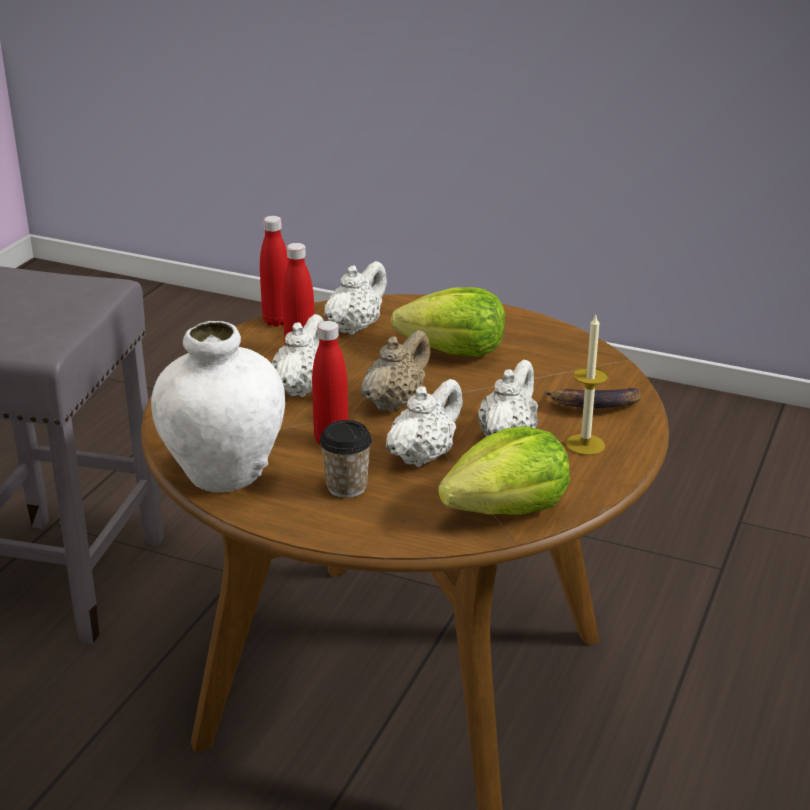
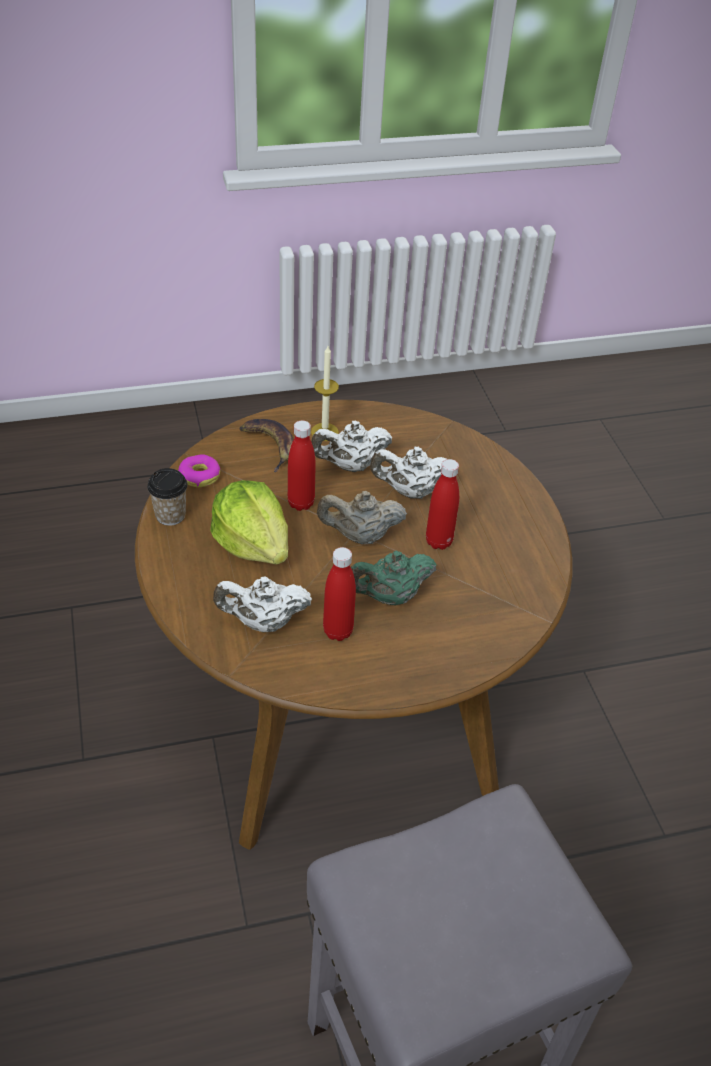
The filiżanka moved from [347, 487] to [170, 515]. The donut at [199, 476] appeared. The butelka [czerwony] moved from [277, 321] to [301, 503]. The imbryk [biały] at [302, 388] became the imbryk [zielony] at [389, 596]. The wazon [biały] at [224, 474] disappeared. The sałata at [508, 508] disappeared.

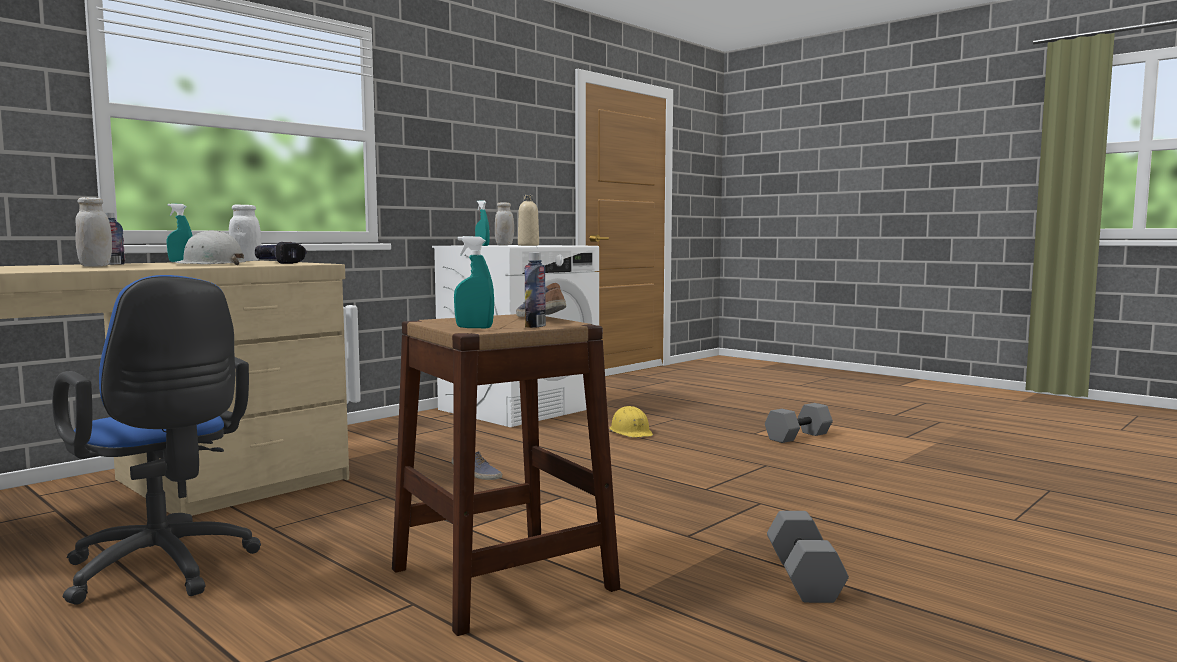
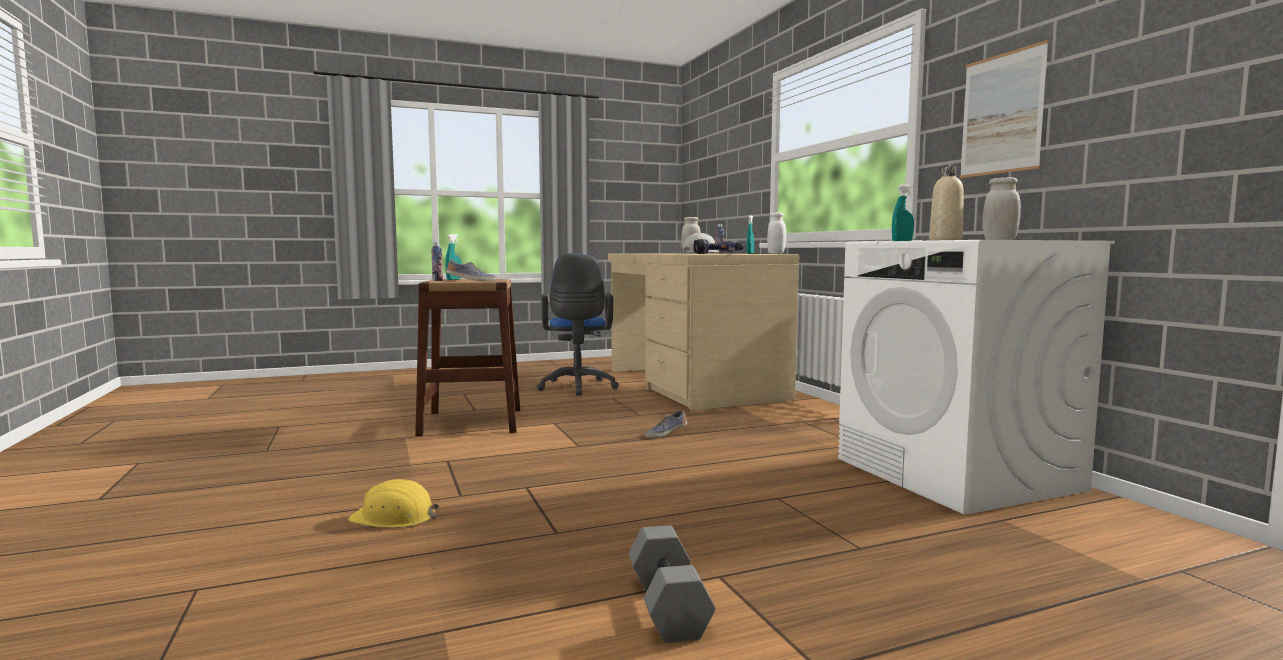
The kask [żółty] moved from [631, 432] to [394, 517]. The krzesło biurowe [niebieski] at [164, 571] turned 75 degrees counterclockwise. The obraz at [1001, 114] appeared. The hantel [szary] at [802, 577] disappeared.

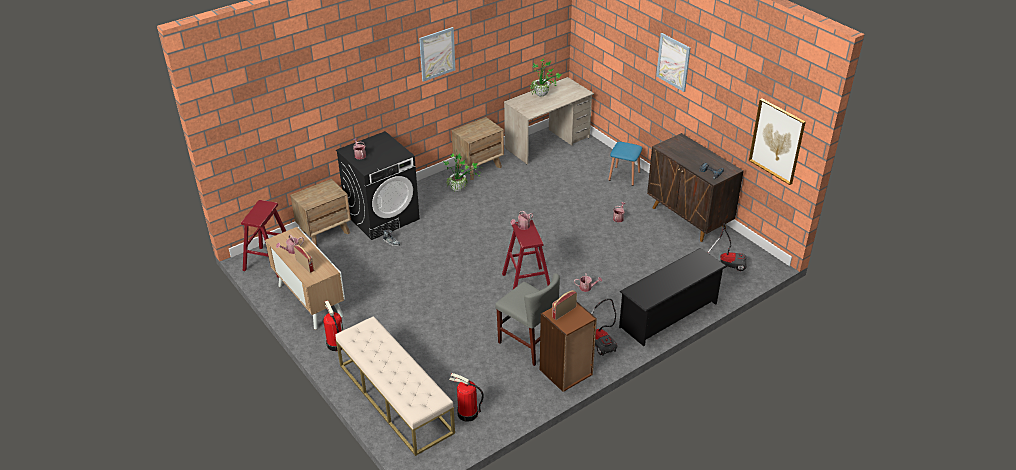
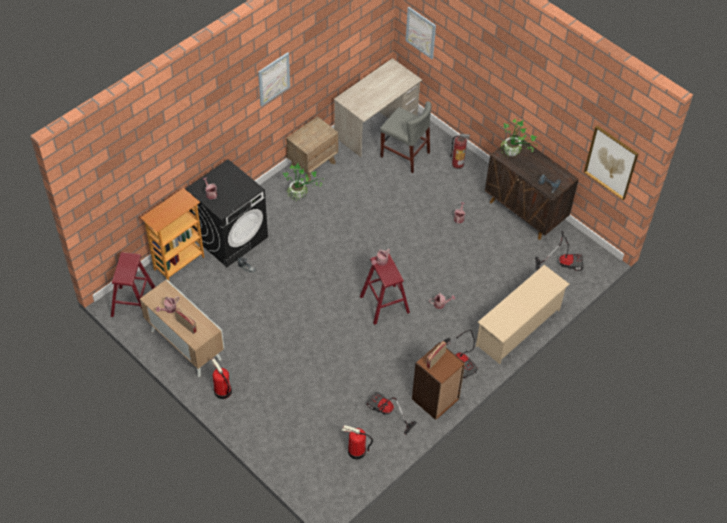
The szafka nocna [brązowy] at [325, 233] was replaced by the regał at [178, 263]. The odkurzacz at [385, 413] appeared. The krzesło [szary] moved from [529, 343] to [405, 154]. The obraz moved from [673, 62] to [421, 32]. The stołek [niebieski] at [624, 176] was replaced by the gaśnica at [458, 164]. The regał na buty [czarny] at [669, 315] became the regał na buty [beżowy] at [518, 327]. The roślina doniczkowa moved from [543, 95] to [514, 154]. The ławka [beżowy] at [395, 398] disappeared.

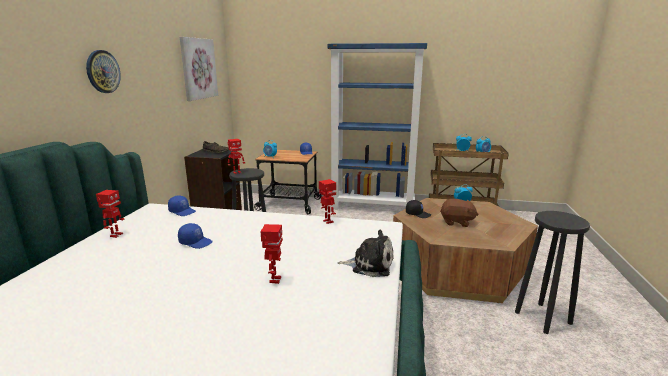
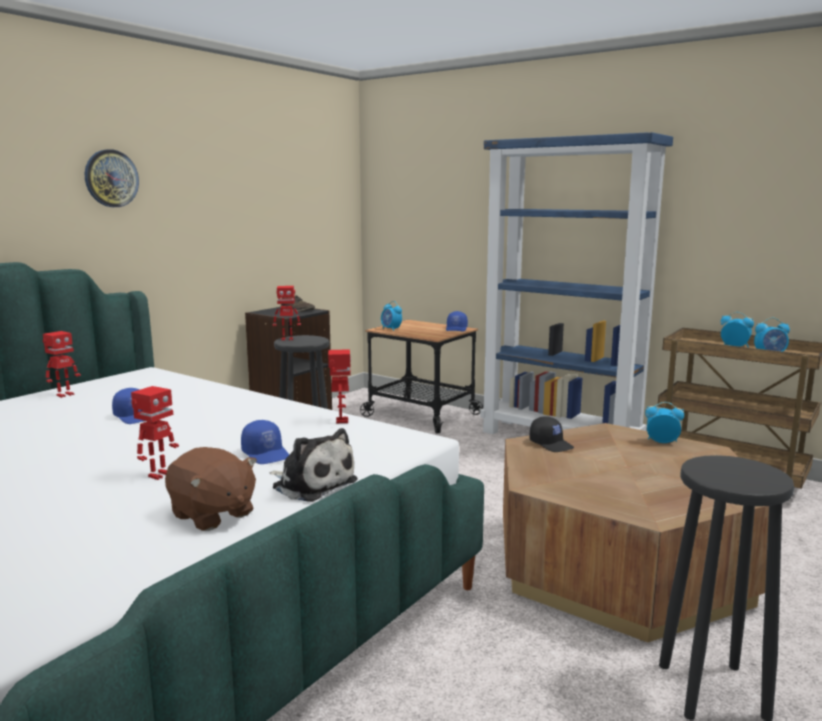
The pluszak [brązowy] moved from [457, 222] to [212, 515]. The czapka z daszkiem [niebieski] moved from [182, 211] to [266, 454]. The obraz at [198, 68] disappeared.

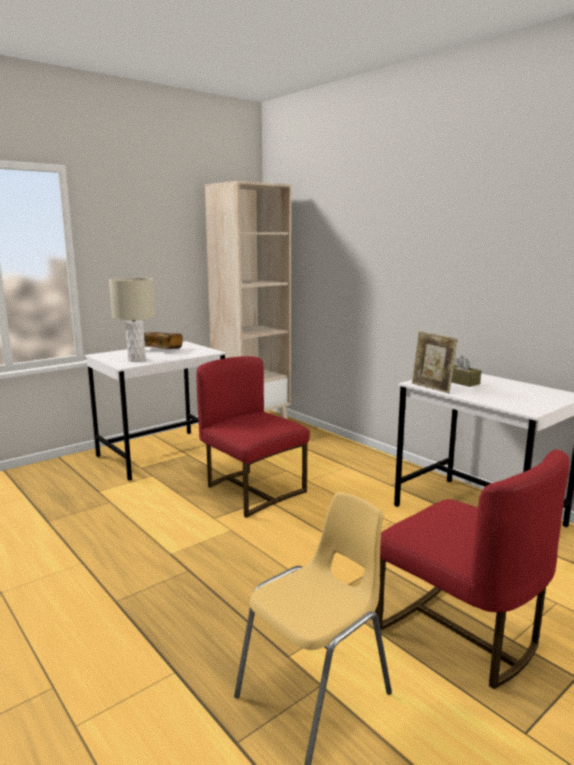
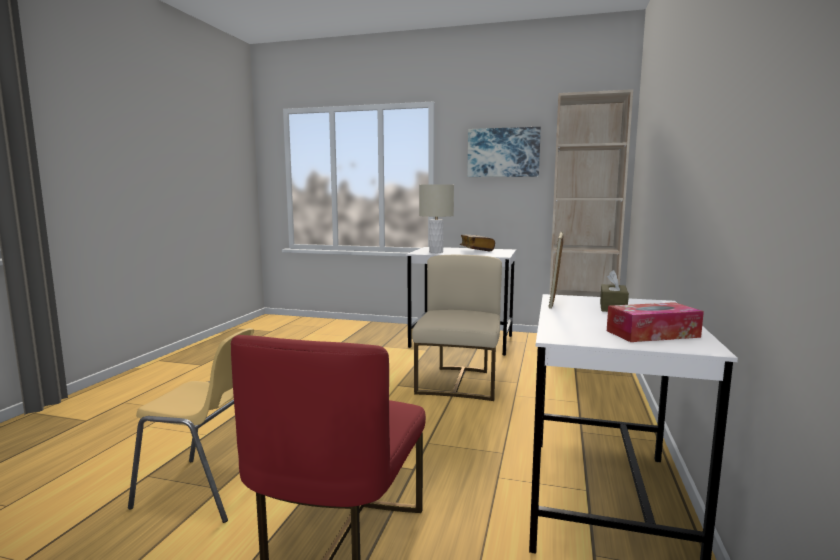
The krzesło [czerwony] at [252, 490] became the krzesło [beżowy] at [459, 382]. The obraz at [503, 152] appeared. The pudełko chusteczek at [652, 334] appeared.

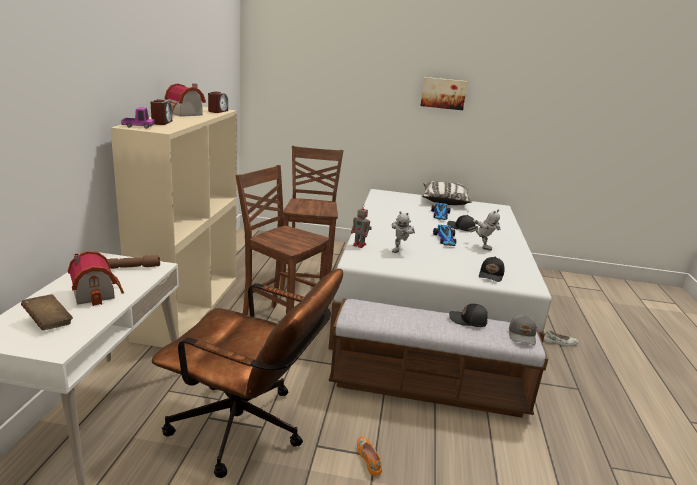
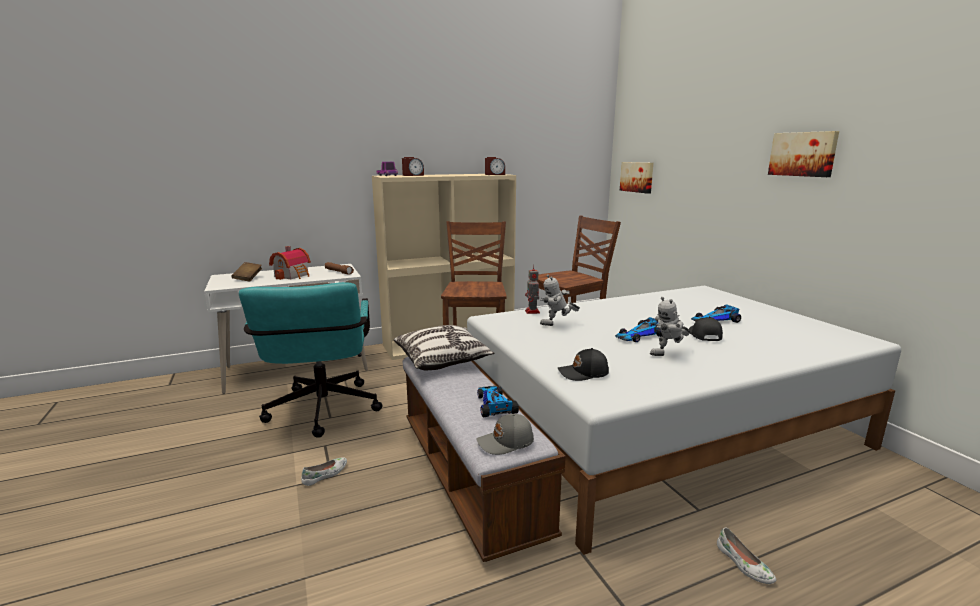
The krzesło biurowe [brązowy] at [248, 430] became the krzesło biurowe [turkusowy] at [322, 414]. The but [pomarańczowy] at [369, 458] became the but [biały] at [325, 474]. The poduszka moved from [444, 201] to [443, 360]. The czapka z daszkiem [czarny] at [468, 320] was replaced by the samochodzik at [493, 405]. The obraz at [637, 177] appeared. The robot zabawkowy at [481, 246] turned 45 degrees clockwise. The domek at [184, 114] disappeared.

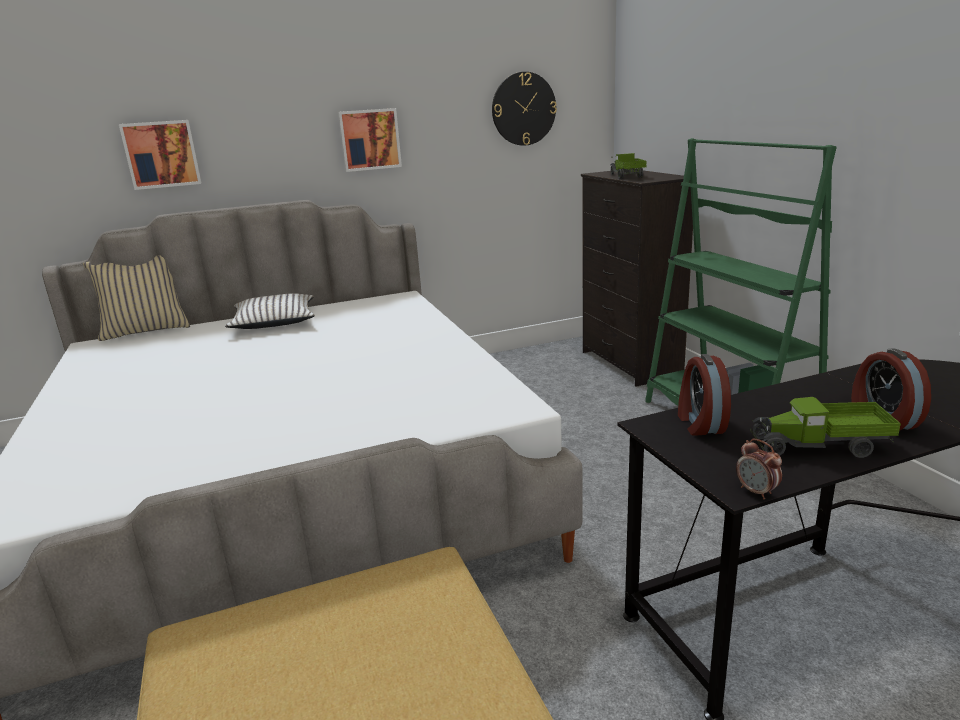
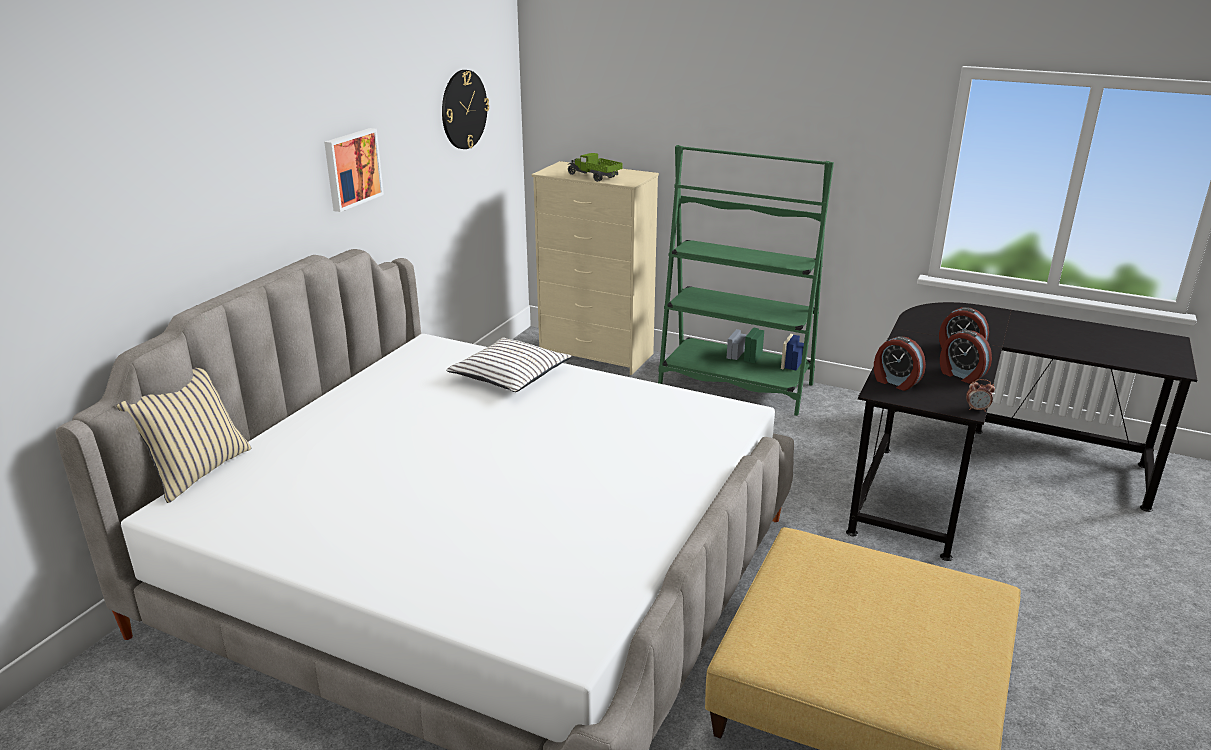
The poduszka [biały] moved from [274, 322] to [510, 375]. The komoda [czarny] at [630, 364] became the komoda [beżowy] at [597, 355]. The ciężarówka zabawkowa at [820, 446] was replaced by the budzik at [961, 375]. The obraz at [161, 154] disappeared.

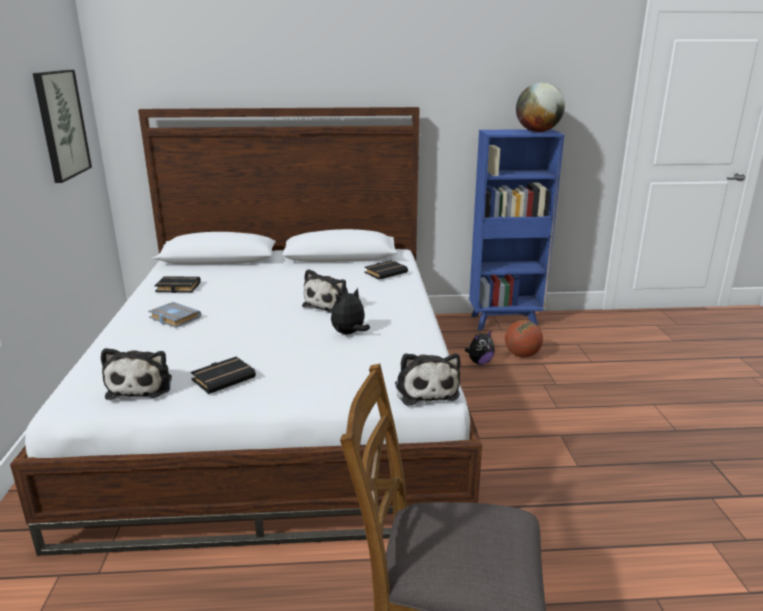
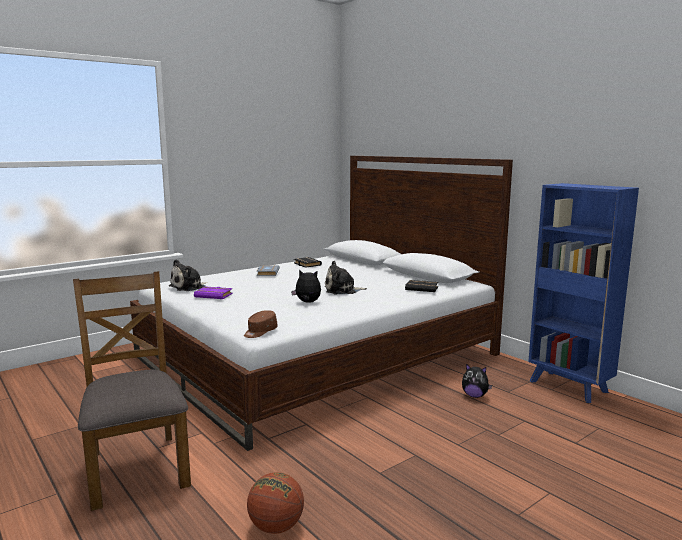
The książka [czarny] at [224, 378] became the książka [fioletowy] at [214, 295]. The pluszak at [425, 390] was replaced by the czapka z daszkiem [brązowy] at [260, 332]. The piłka do koszykówki moved from [522, 355] to [276, 527]. The obraz at [61, 124] disappeared. The globus at [538, 131] disappeared.

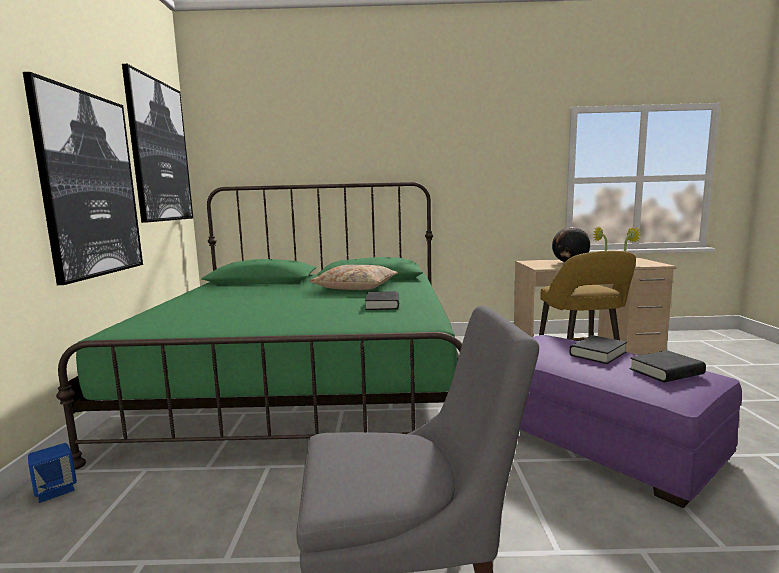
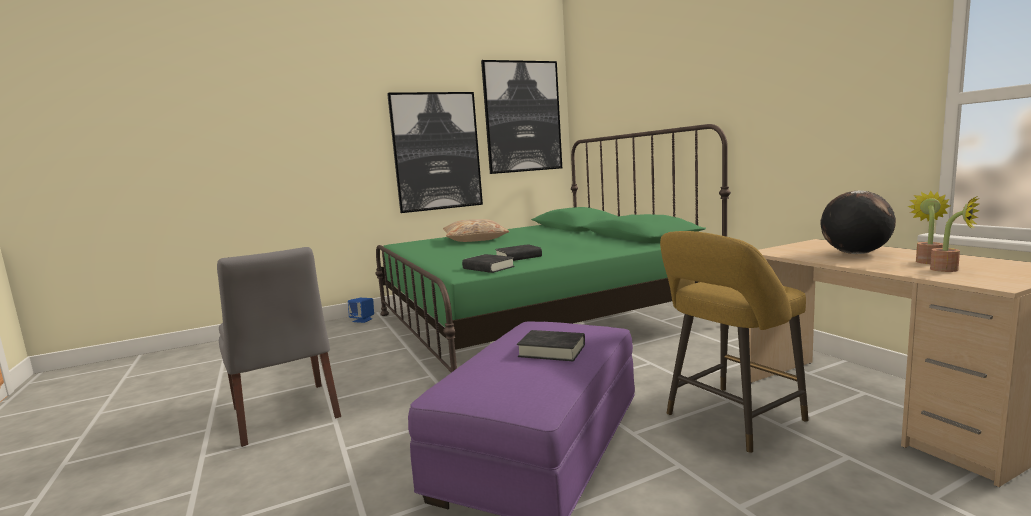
The poduszka [beżowy] moved from [356, 287] to [475, 239]. The książka [czarny] moved from [666, 372] to [488, 268].

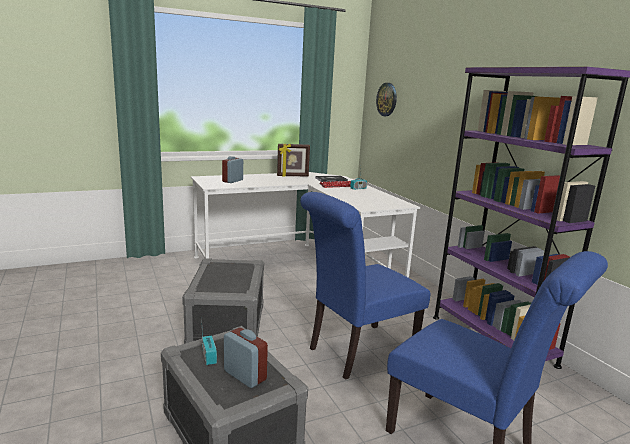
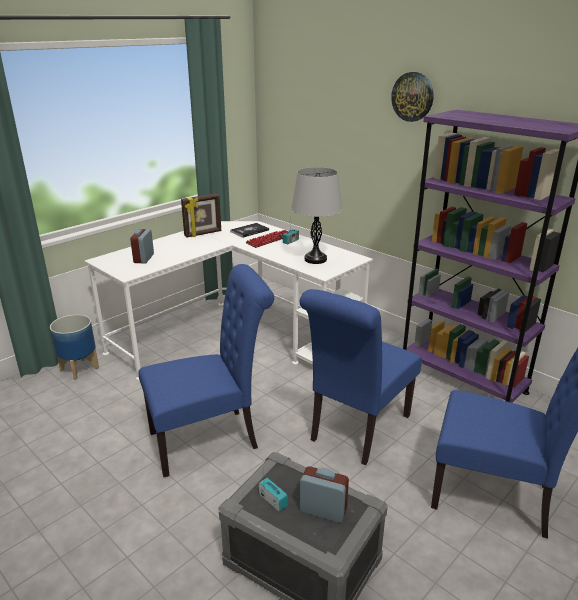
The donica at [79, 369] appeared. The pojemnik do przechowywania [szary] at [228, 326] was replaced by the krzesło [niebieski] at [210, 439]. The lampa stołowa [szary] at [315, 259] appeared. The zegar ścienny moved from [387, 99] to [412, 97].

